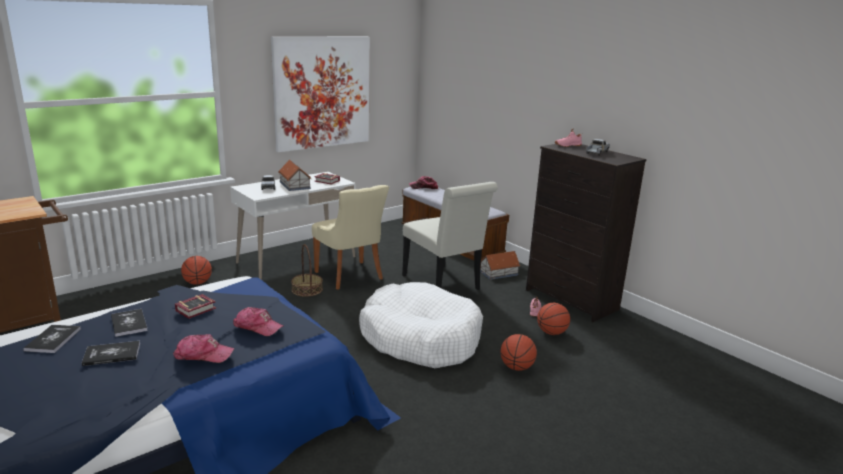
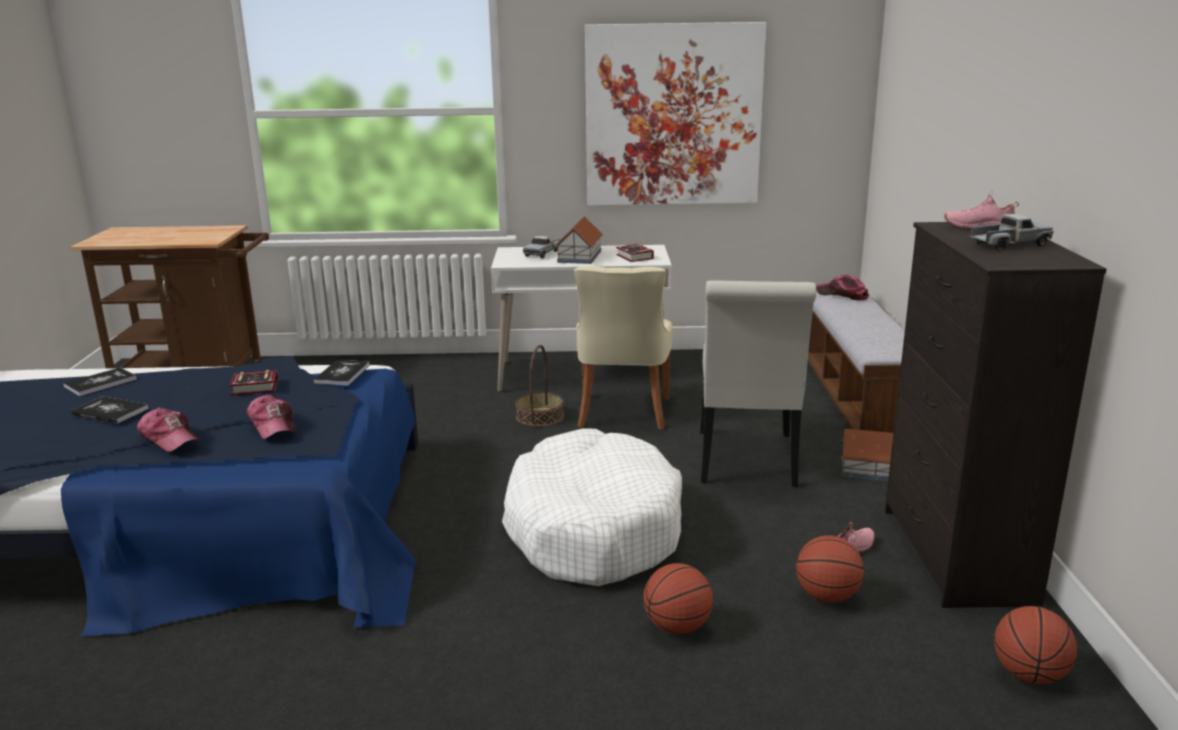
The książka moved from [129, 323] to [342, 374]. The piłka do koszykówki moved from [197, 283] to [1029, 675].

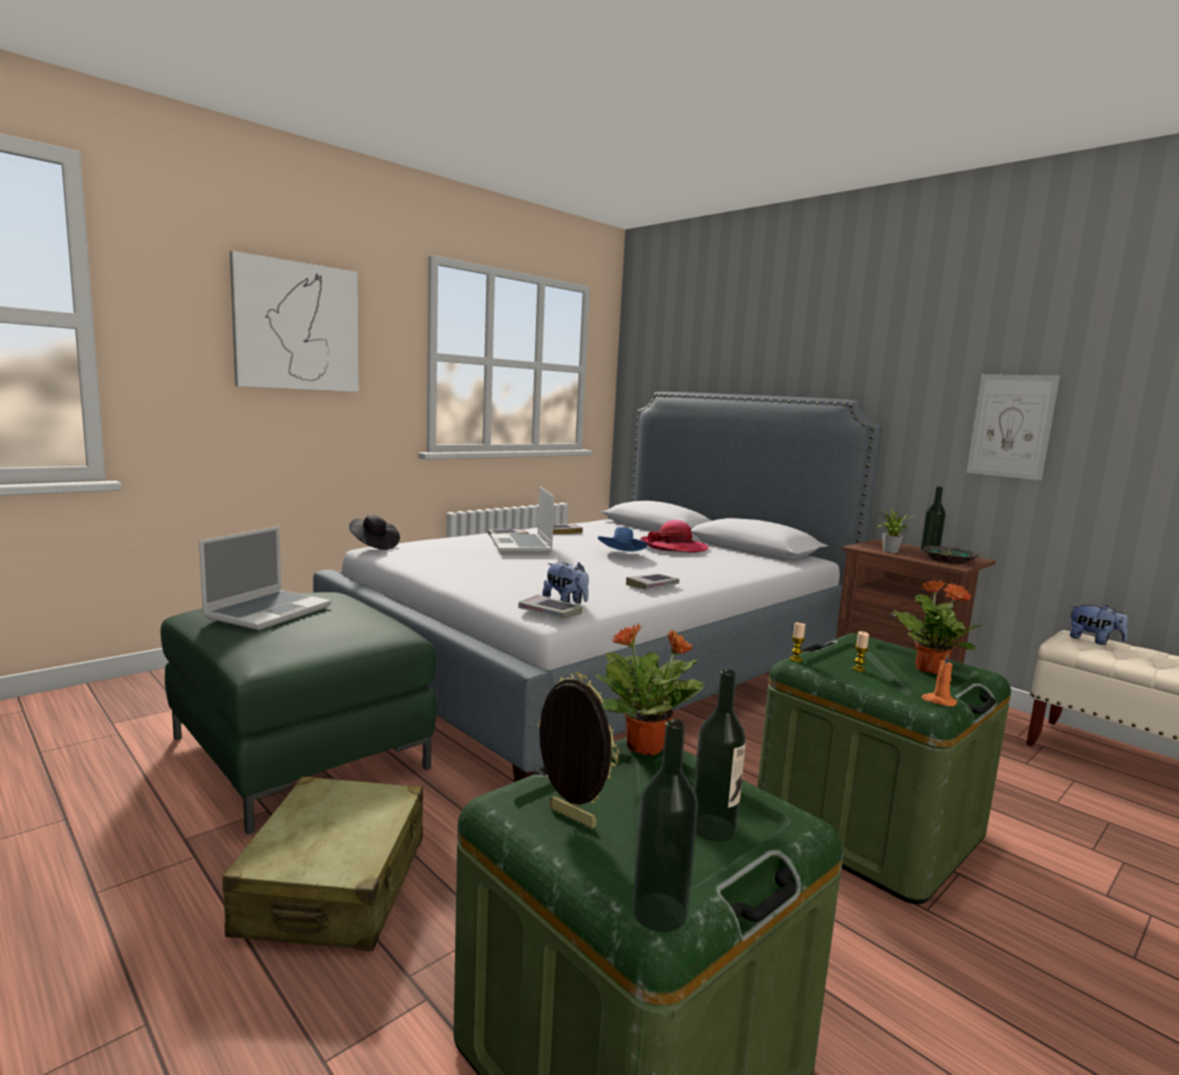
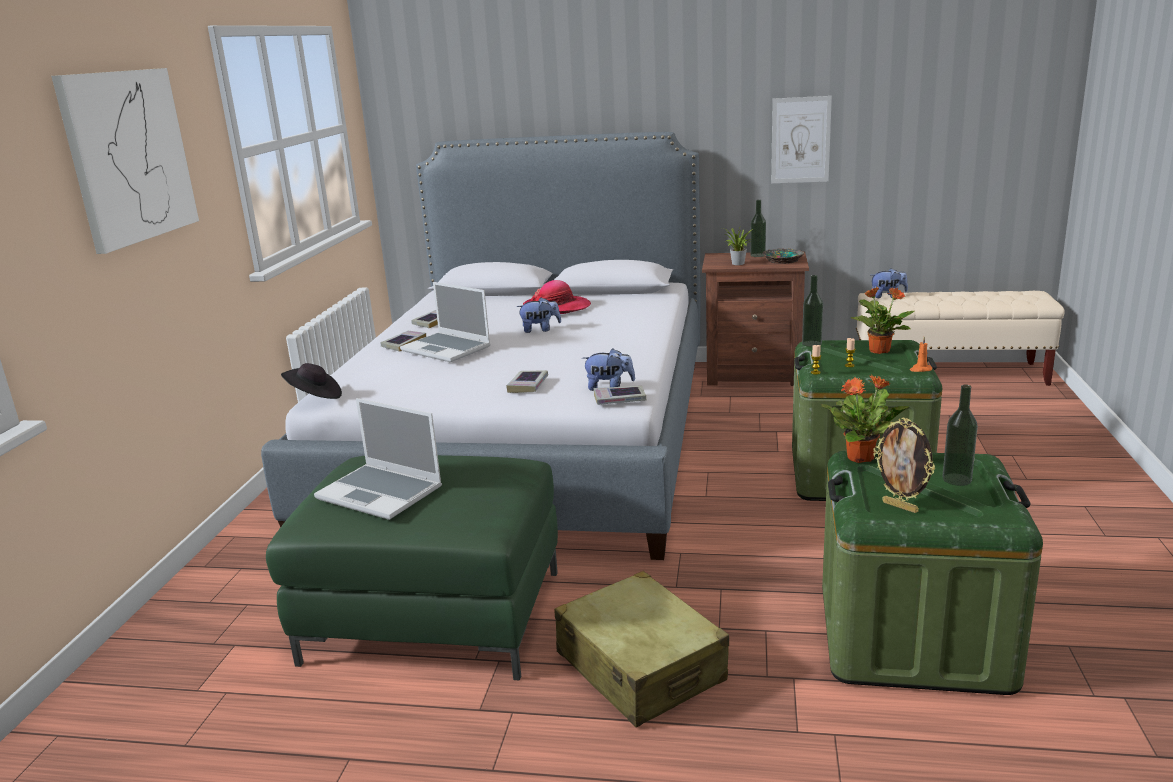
The laptop at [269, 611] turned 135 degrees clockwise. The książka moved from [652, 586] to [528, 385]. The kapelusz [niebieski] at [621, 555] was replaced by the pluszak at [540, 330]. The butelka moved from [660, 912] to [811, 343]. The ramka na zdjęcie at [570, 818] turned 135 degrees counterclockwise.

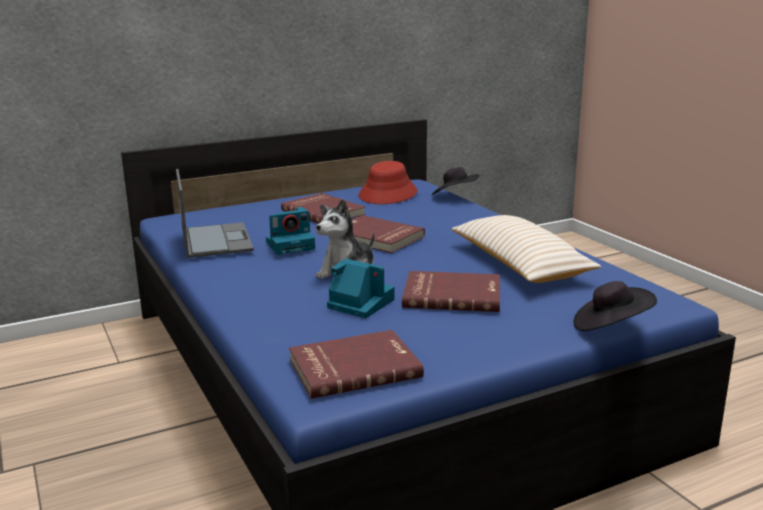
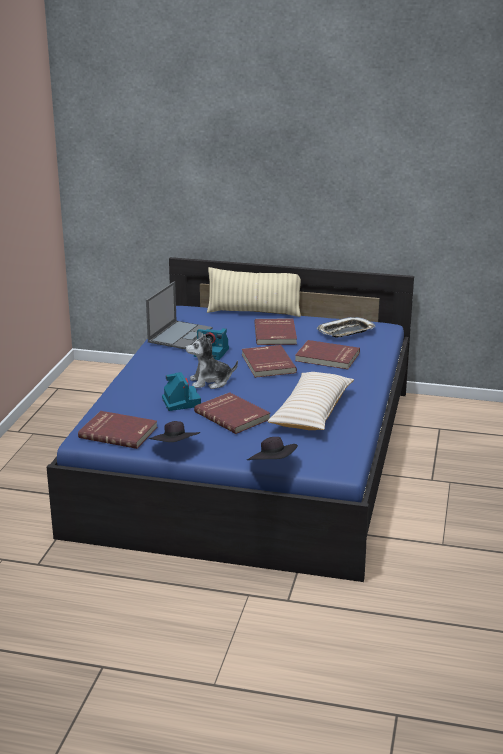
The kapelusz [czarny] moved from [455, 196] to [175, 448]. The poduszka [beżowy] at [254, 312] appeared. The książka [czerwony] at [327, 357] appeared. The kapelusz [czerwony] at [388, 194] was replaced by the taca at [346, 332].

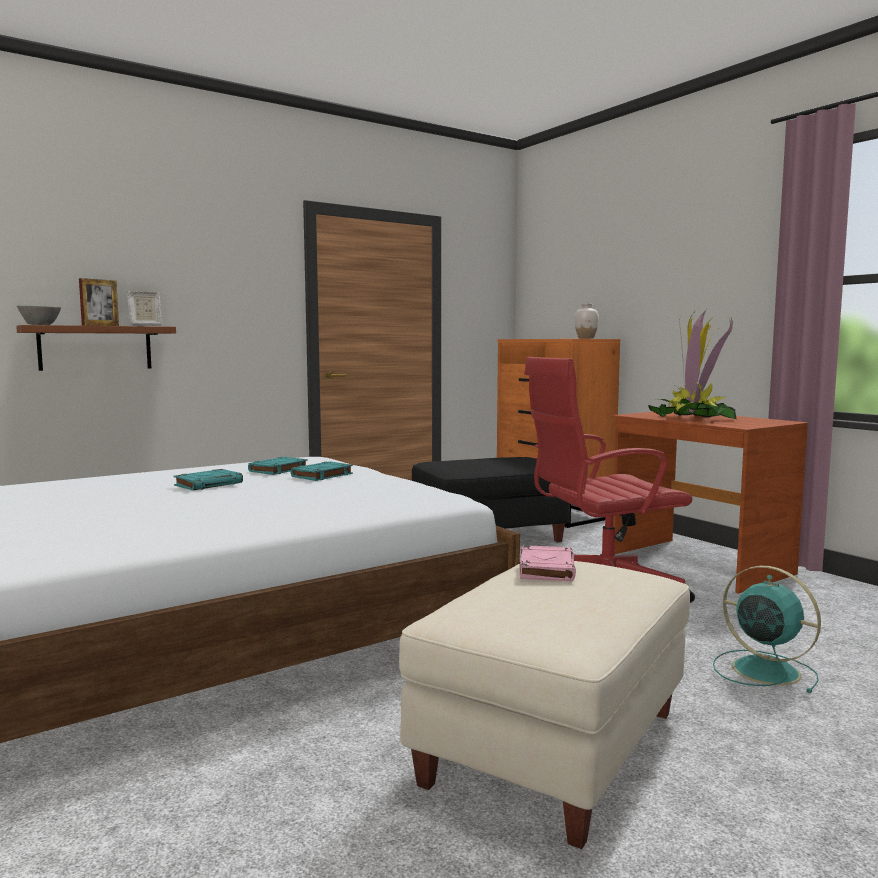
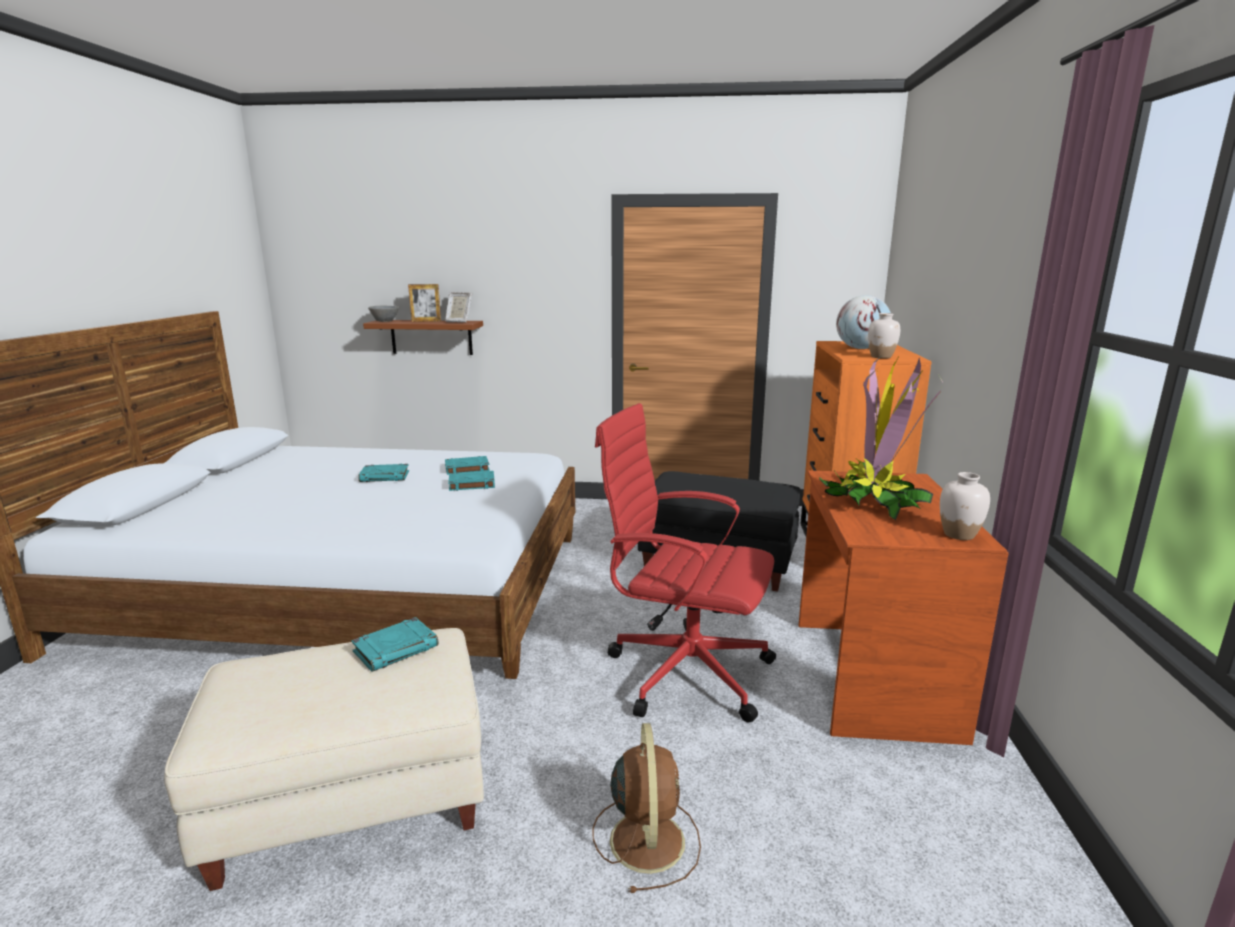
The książka [różowy] at [546, 569] became the książka [turkusowy] at [396, 648]. The wentylator [turkusowy] at [762, 670] became the wentylator [brązowy] at [647, 838]. The globus at [860, 348] appeared. The wazon [biały] at [959, 535] appeared.

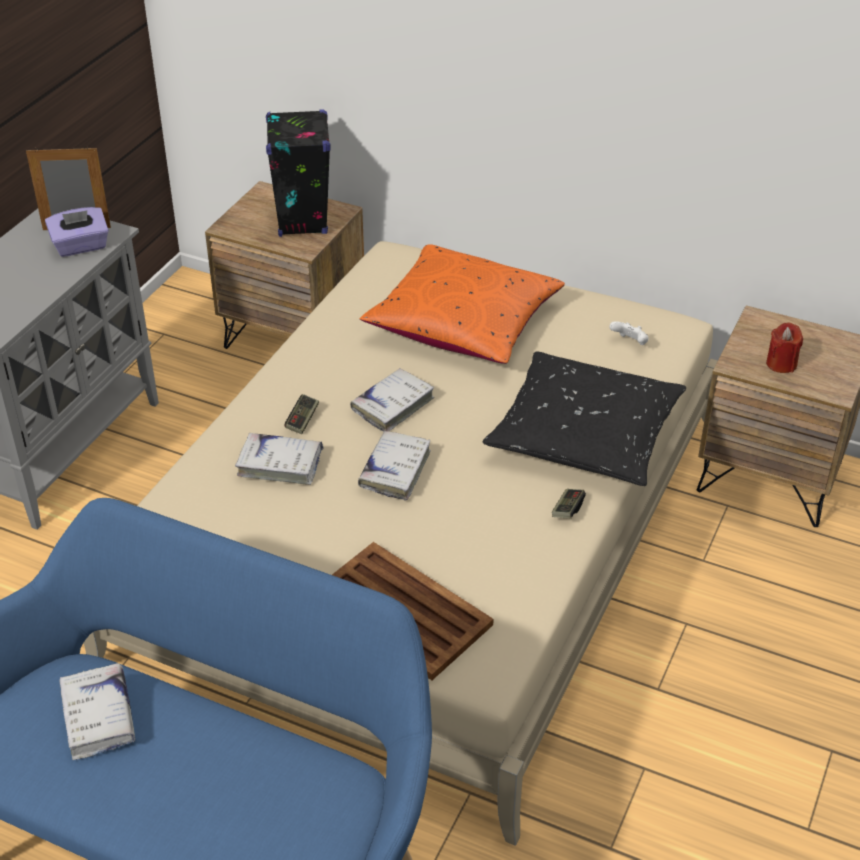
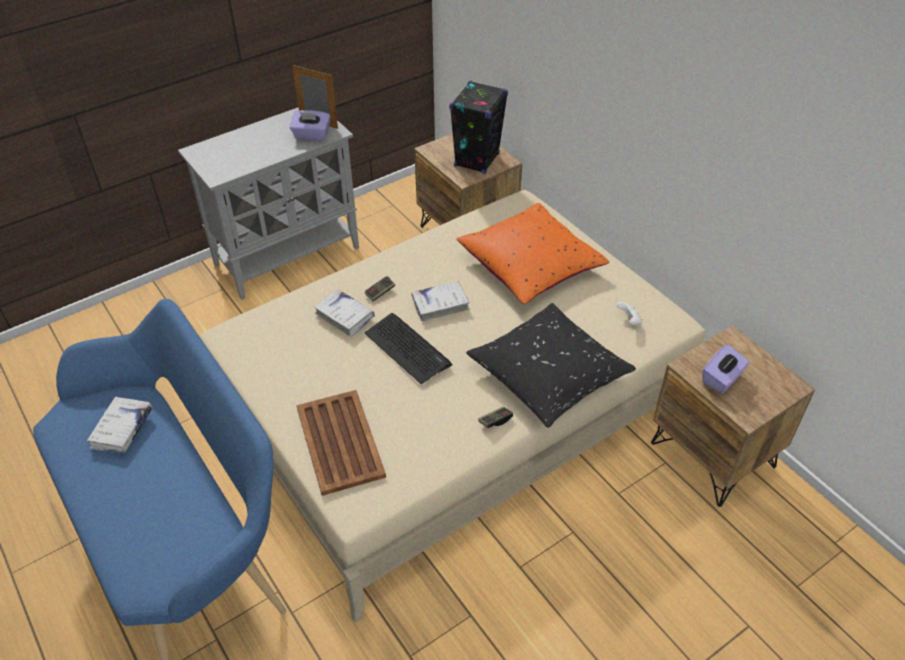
The książka [biały] at [395, 470] was replaced by the klawiatura at [407, 348]. The świeca [czerwony] at [781, 364] was replaced by the pudełko chusteczek [fioletowy] at [722, 379].

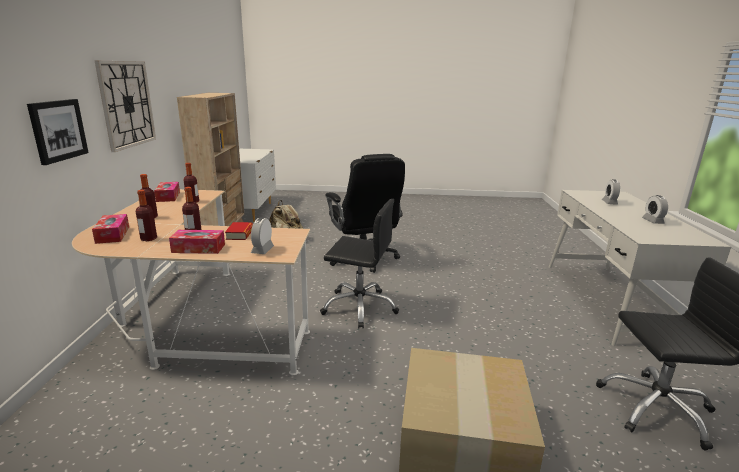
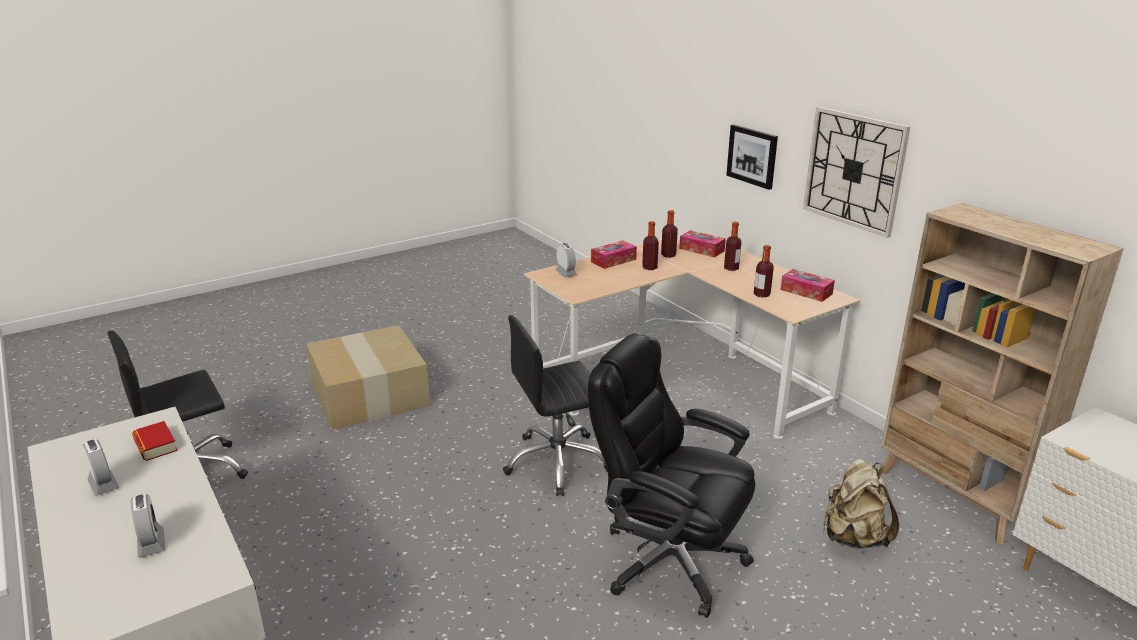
The książka moved from [240, 234] to [155, 445].

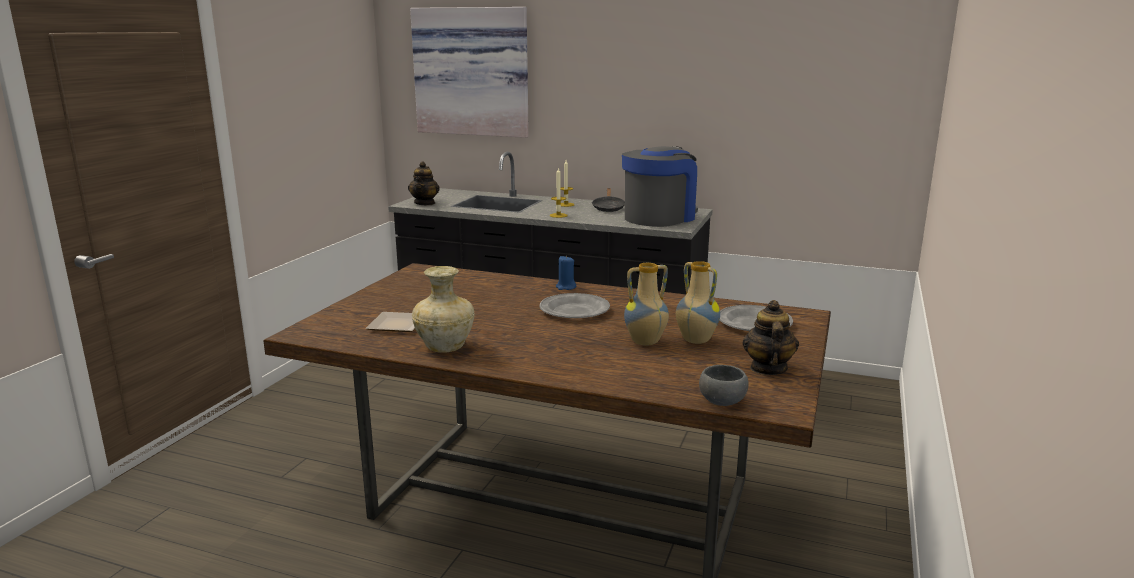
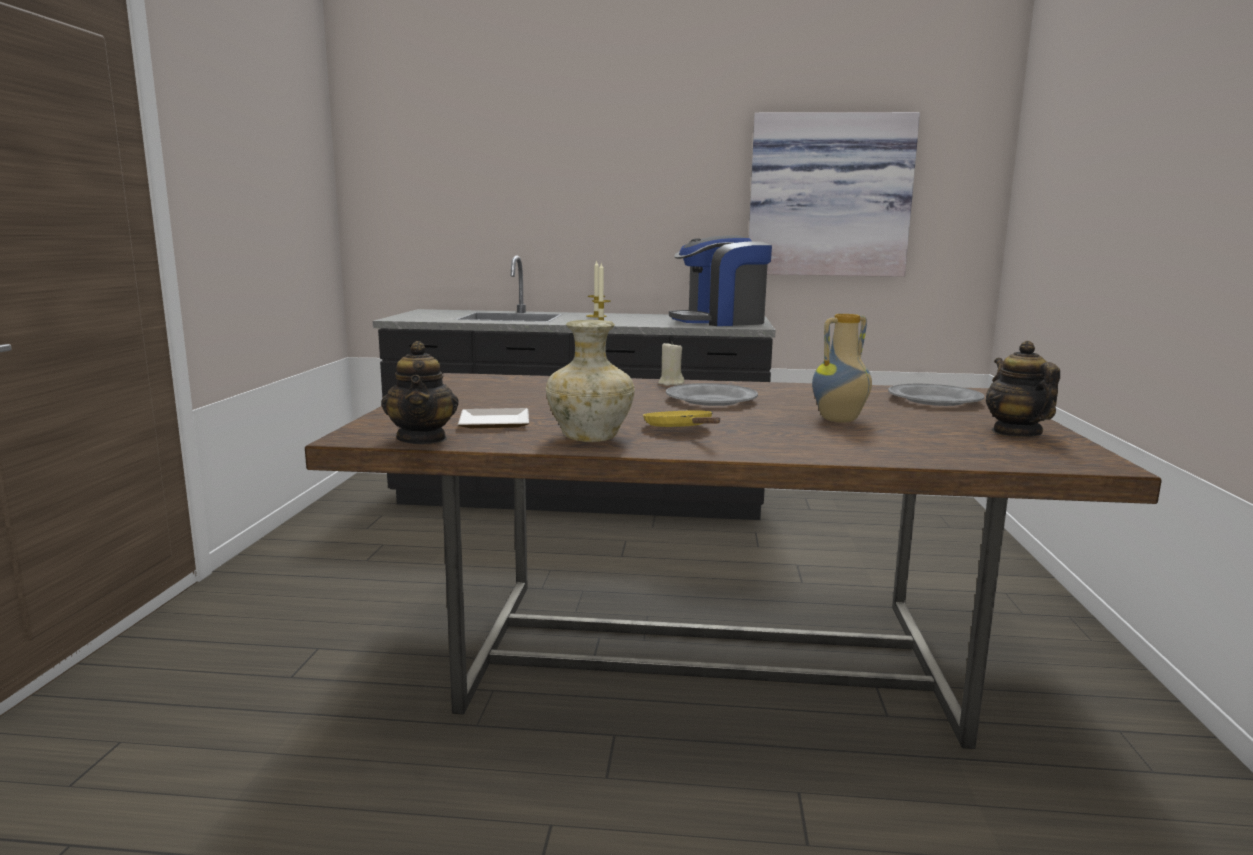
The imbryk moved from [425, 203] to [423, 439]. The patelnia [żółty] at [681, 429] appeared. The świeca [niebieski] at [565, 287] became the świeca [beżowy] at [670, 383]. The ekspres do kawy at [659, 217] turned 135 degrees counterclockwise. The obraz moved from [472, 72] to [829, 196]. The patelnia [czarny] at [608, 208] disappeared. The wazon at [695, 340] disappeared. The miska [szary] at [722, 401] disappeared.

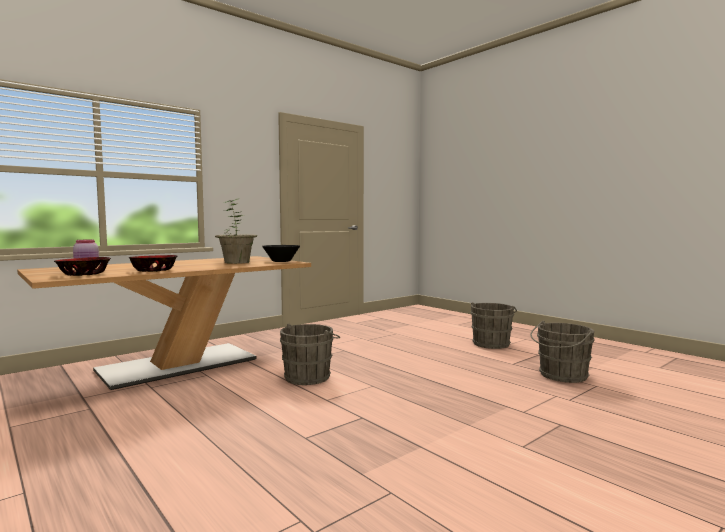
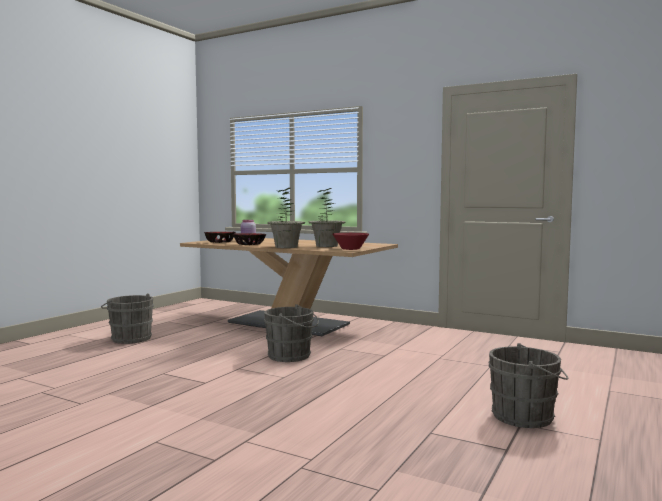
The wiadro [szary] moved from [561, 376] to [130, 338]. The roślina doniczkowa at [286, 247] appeared. The miska [czarny] at [281, 261] became the miska [czerwony] at [350, 249].

